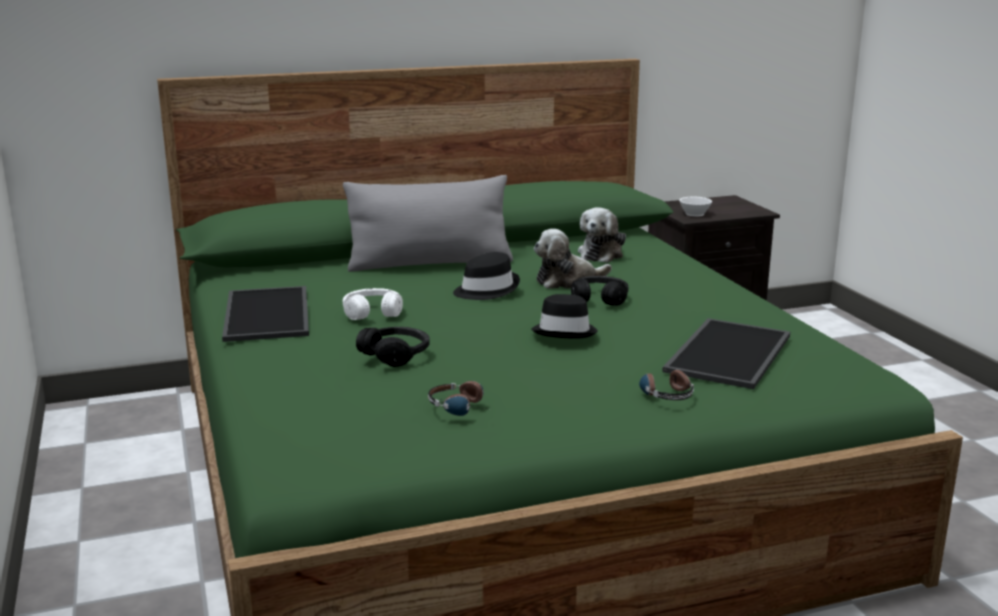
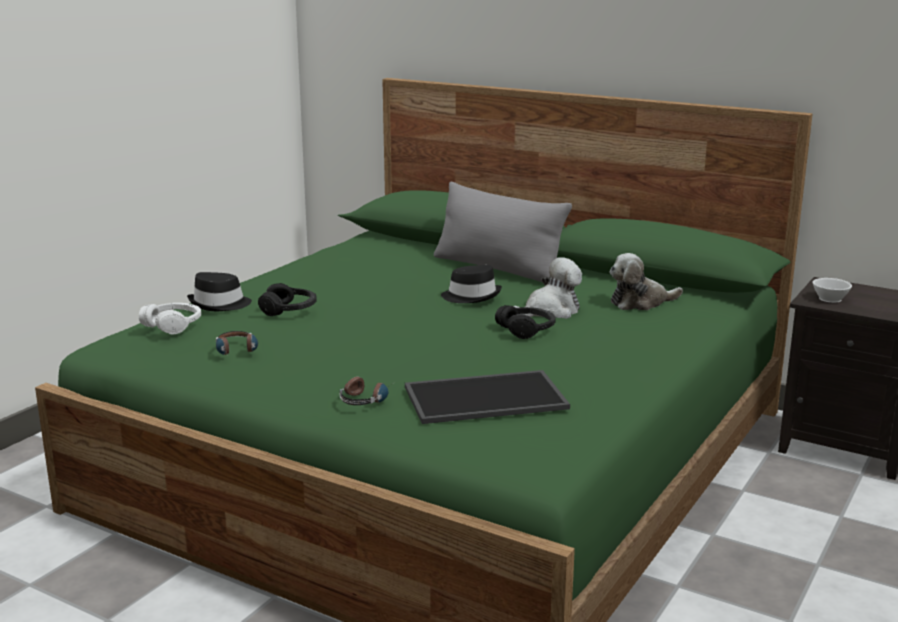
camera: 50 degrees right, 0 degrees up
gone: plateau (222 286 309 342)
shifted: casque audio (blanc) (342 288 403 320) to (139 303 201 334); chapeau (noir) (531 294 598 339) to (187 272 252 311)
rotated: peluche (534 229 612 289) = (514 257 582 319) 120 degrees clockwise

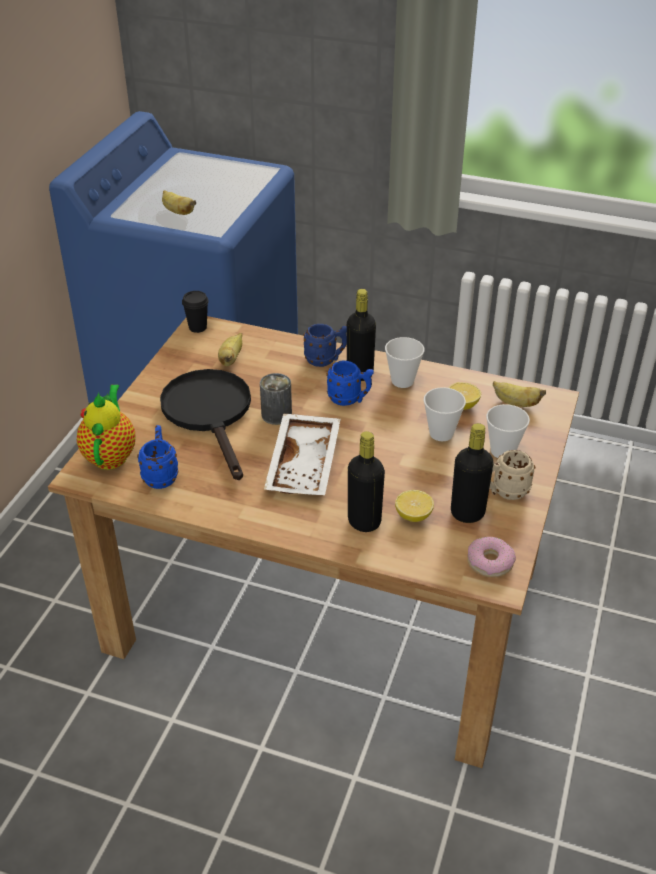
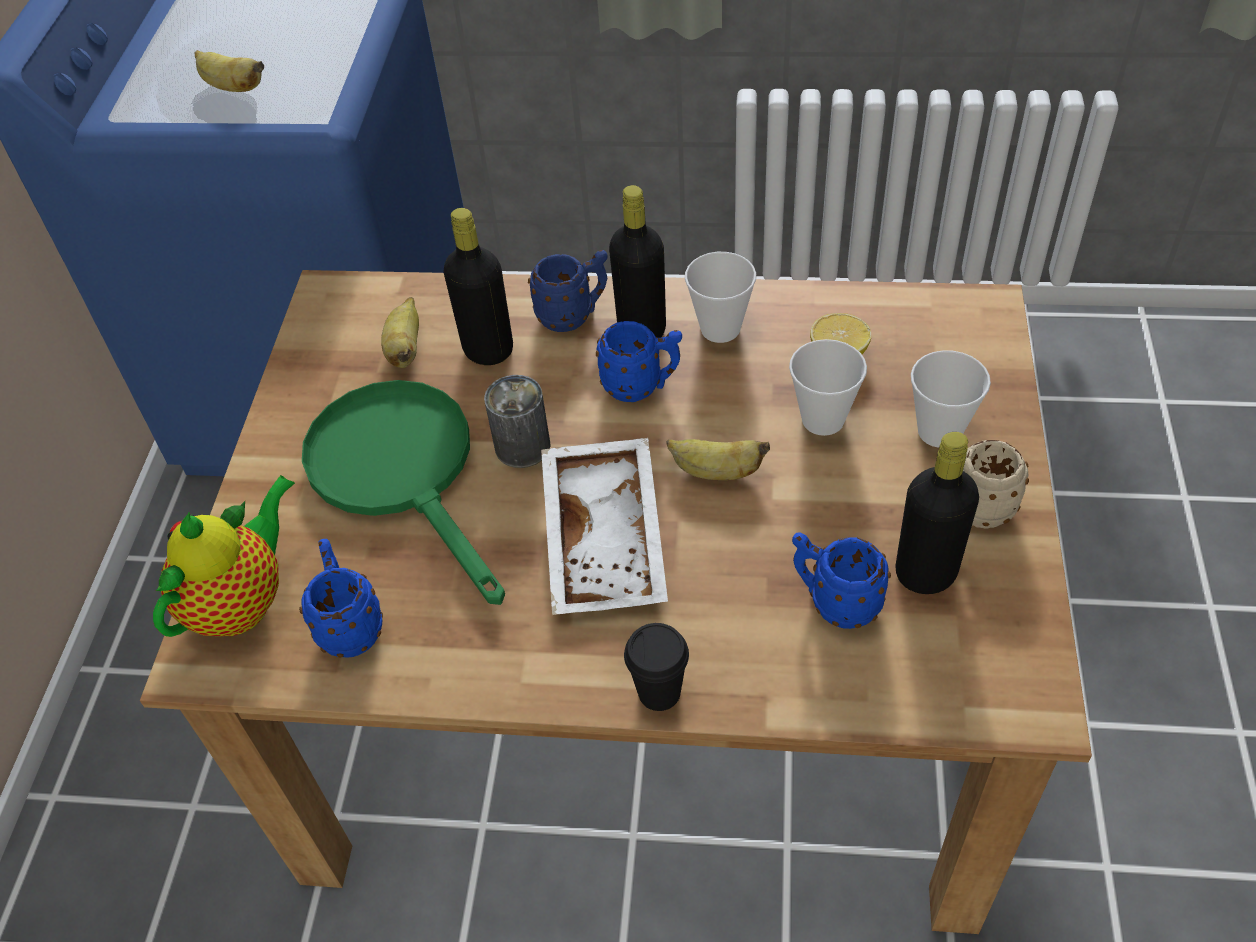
camera: 10 degrees left, 10 degrees up
gone: beignet (467 536 516 577)
shifted: tasse (noir) (182 291 209 333) to (624 623 689 711); banane (493 381 546 407) to (666 439 770 480); bouteille (noir) (348 431 385 532) to (443 208 513 365)
swapped: citron (395 490 434 522) to mug (bleu) (792 533 891 629)
repainted: poêle (noir) (160 369 251 480) to poêle (vert) (302 380 505 605)
rotated: théière (77 385 135 470) = (153 475 295 637) 45 degrees clockwise

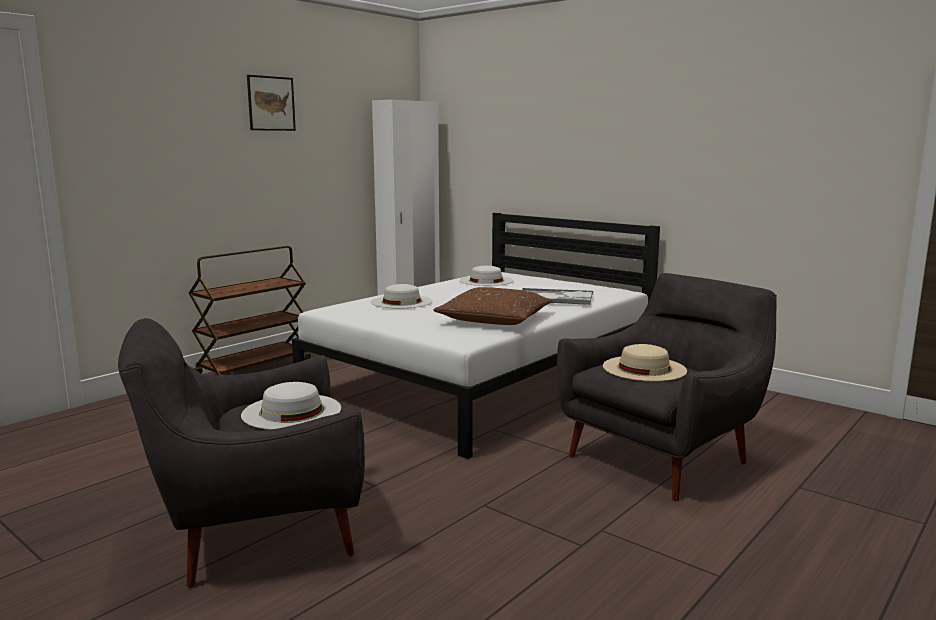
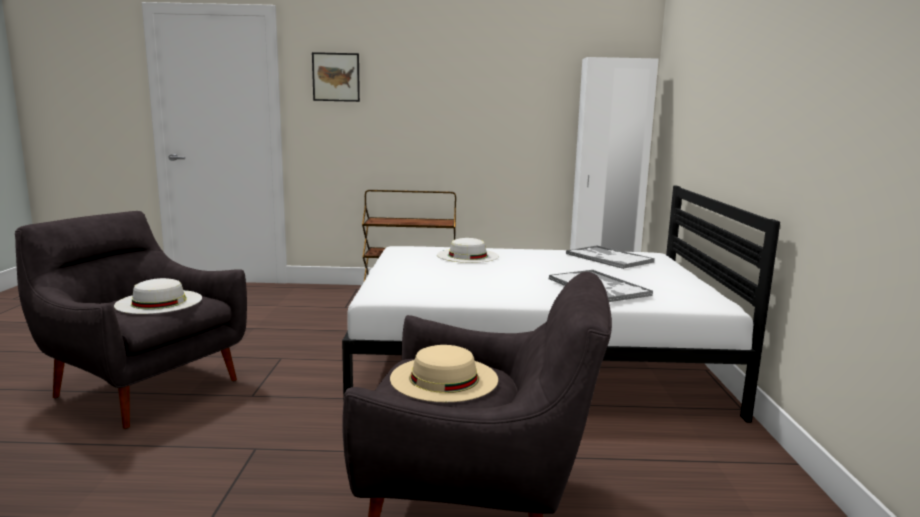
camera: 50 degrees right, 0 degrees up
gone: coussin (marron) (433 287 553 325)
shifted: tableau (247 75 296 131) to (312 52 360 102)
swapped: chapeau (blanc) (459 266 513 286) to plateau (566 245 655 269)

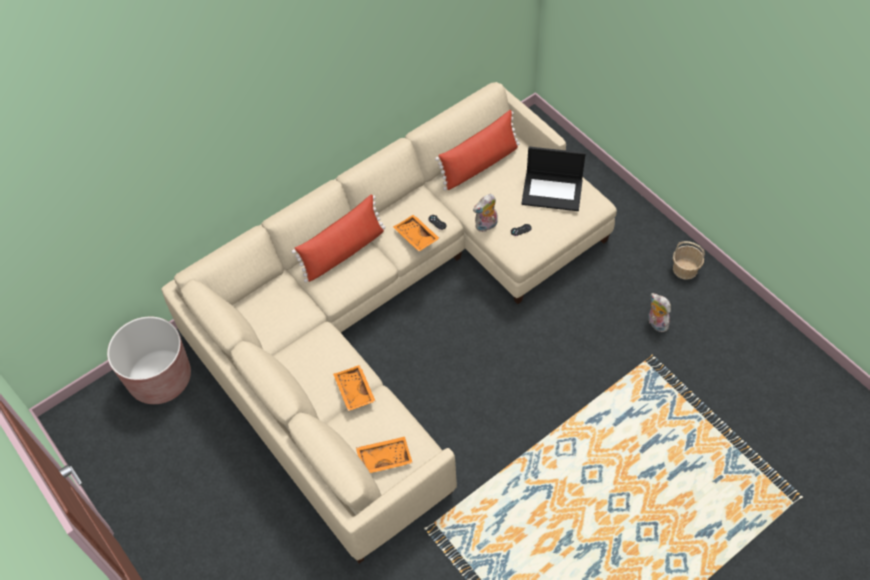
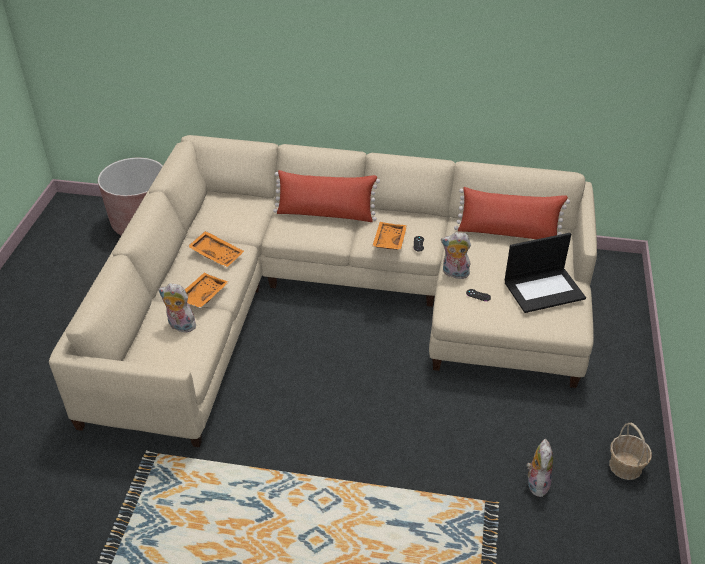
camera: 45 degrees right, 15 degrees down
new: peluche (159 283 196 333)
shifted: plateau (orange) (356 437 413 473) to (188 231 244 268)
rotated: ordinateur portable (521 147 586 211) = (505 233 586 313) 75 degrees counterclockwise

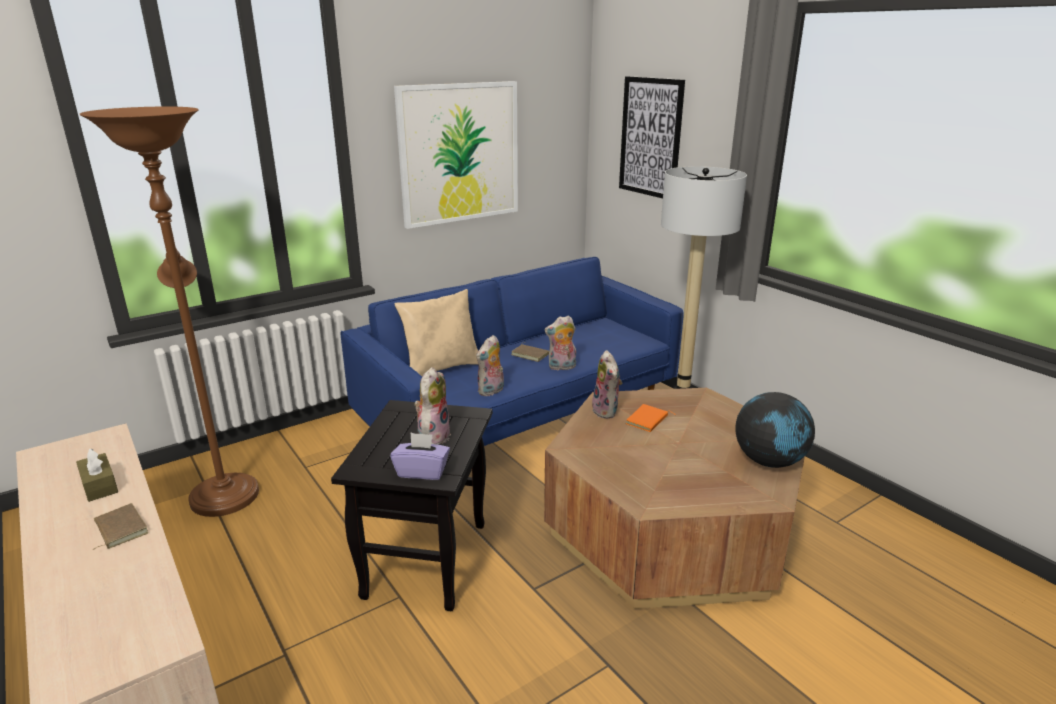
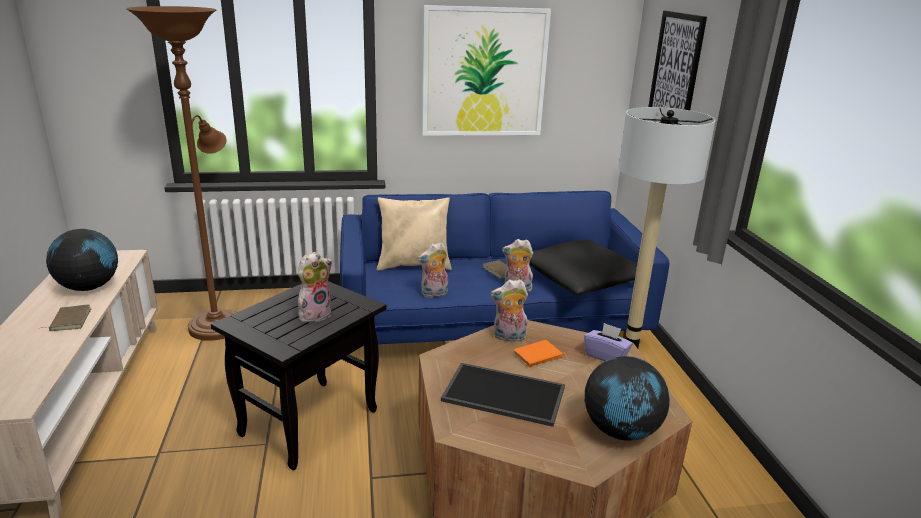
camera: 25 degrees right, 0 degrees up
new: coussin (noir) (529 239 637 295); plateau (441 363 565 427)
shifted: boîte à mouchoirs (violet) (390 433 450 480) to (584 323 633 361)
swapped: boîte à mouchoirs (marron) (76 449 118 502) to globe (46 229 118 291)
rotated: peluche (592 350 622 419) = (491 279 528 342) 75 degrees clockwise

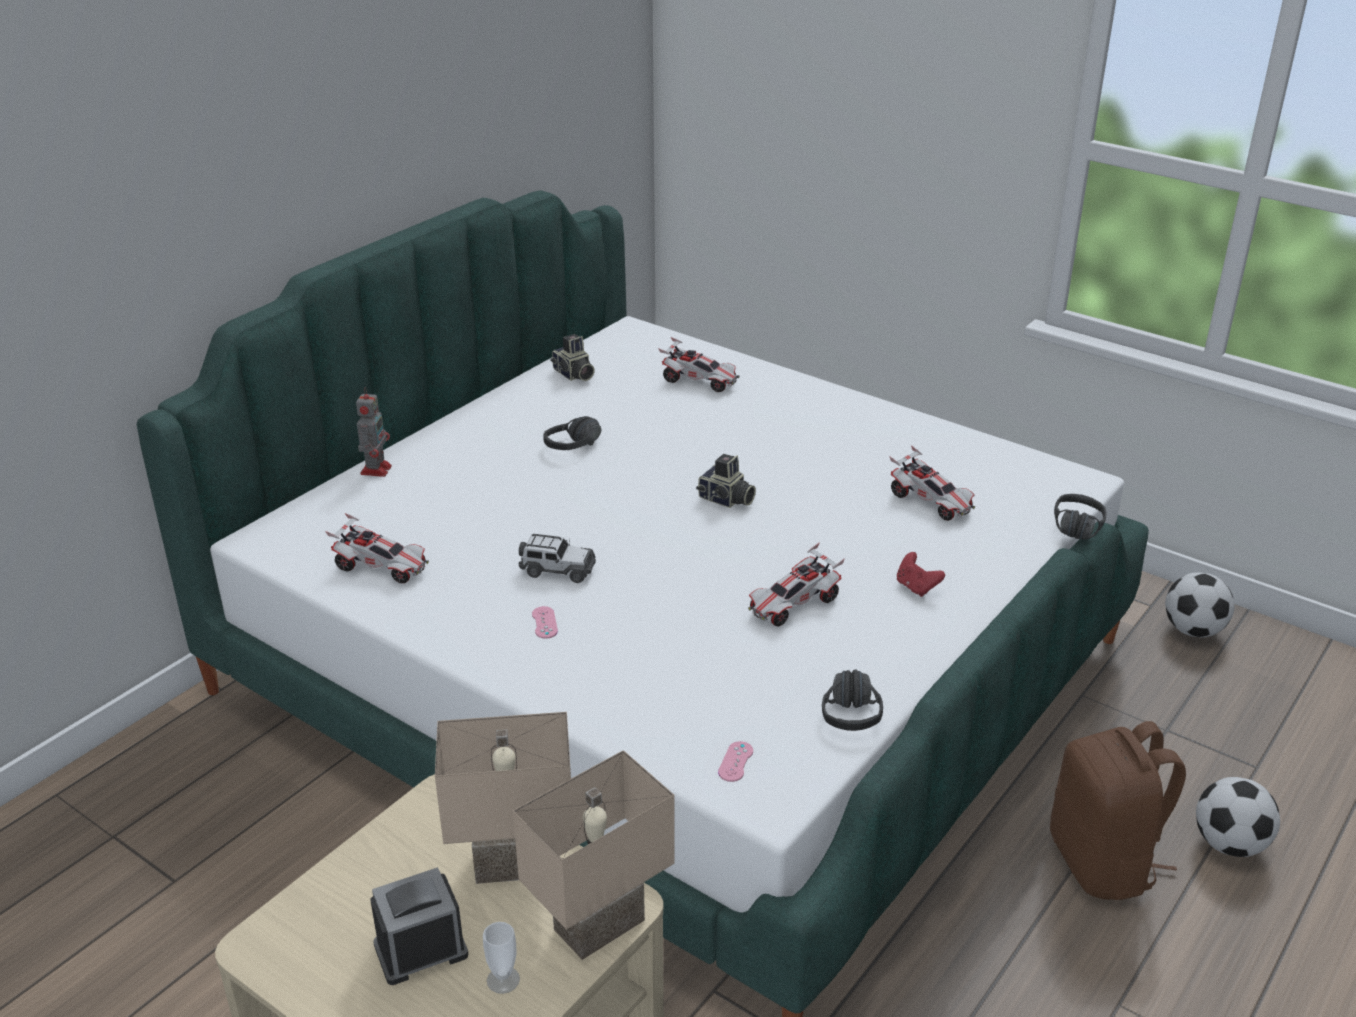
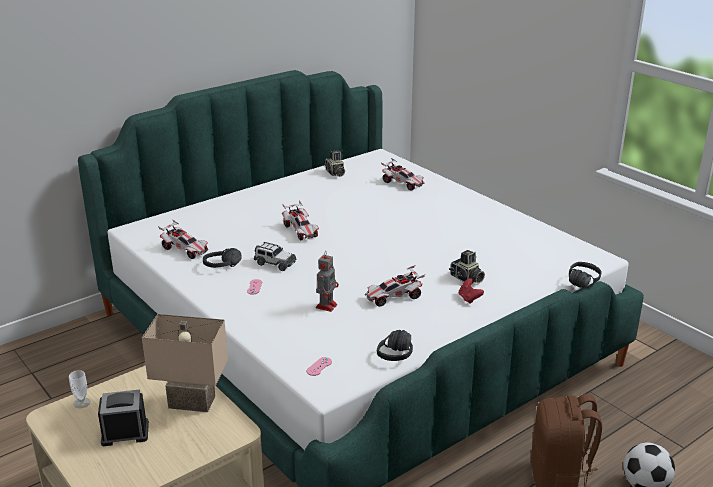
camera: 15 degrees right, 5 degrees down
gone: ballon de foot (1165 572 1234 637); lampe de table (beige) (513 750 675 960)
shifted: robot jouet (356 387 392 477) to (316 252 339 312); casque audio (noir) (543 416 601 450) to (203 248 241 268); petite voiture (889 445 975 521) to (282 200 319 241); appareil photo (696 454 756 508) to (449 250 485 283); tasse (483 922 520 994) to (69 370 91 408)

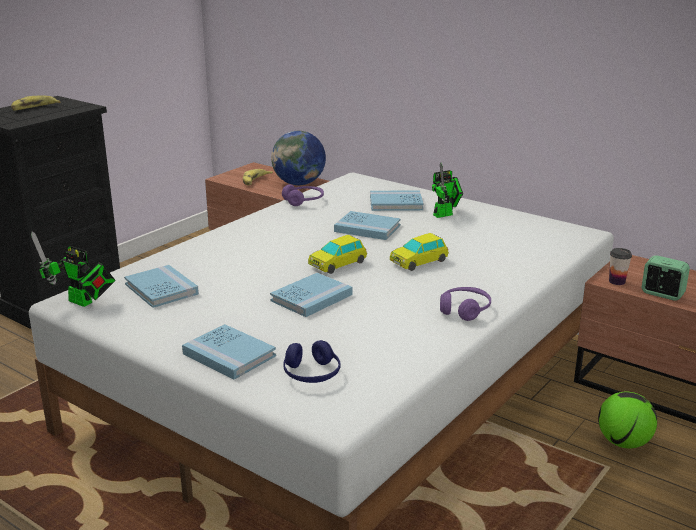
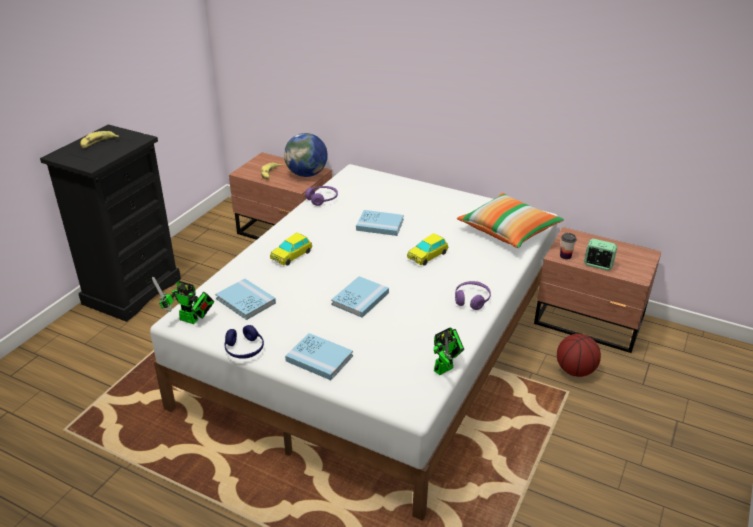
camera: 10 degrees left, 10 degrees up
gone: livre (bleu) (370 190 424 211)
new: coussin (457 193 564 248)
shifted: robot jouet (432 163 463 218) to (434 327 464 376); petite voiture (308 235 367 274) to (270 233 312 266); casque audio (bleu) (283 340 341 383) to (225 325 264 359)
swapped: ballon de foot (598 392 657 449) to ballon de basket (557 334 601 377)

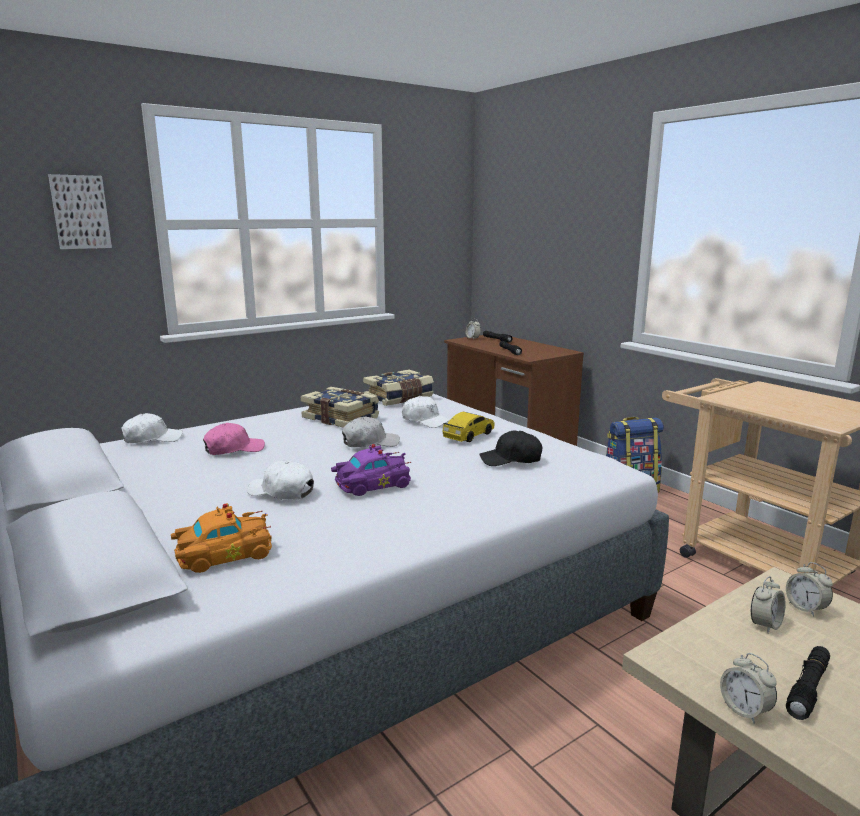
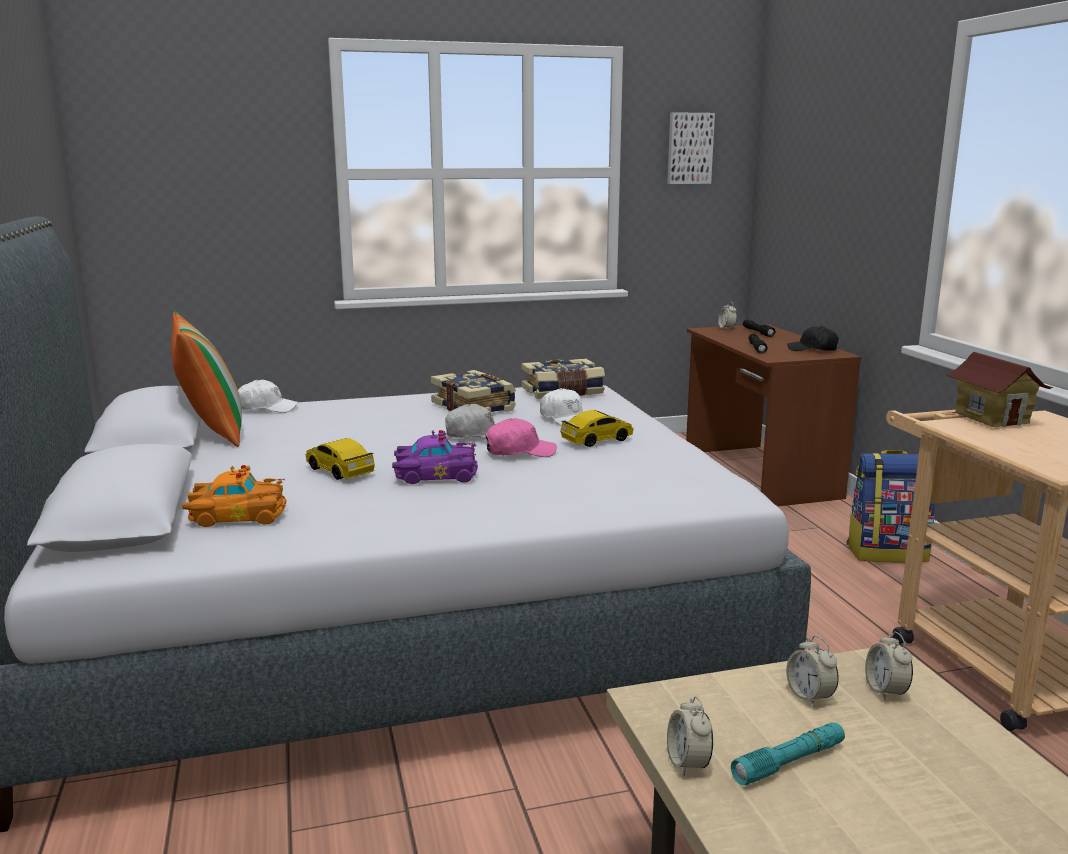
camera: 20 degrees right, 0 degrees up
new: coussin (171 312 242 447); maison miniature (946 352 1054 427)
shifted: tableau (48 174 112 249) to (667 112 715 184); casquette (rose) (203 423 265 455) to (485 418 557 457); casquette (noir) (479 430 542 466) to (787 326 839 351)
swapped: casquette (blanc) (247 460 314 499) to petite voiture (305 438 375 480)
repainted: lampe de poche (noir) (786 646 830 720) to lampe de poche (turquoise) (731 722 845 785)
rotated: réveil (751 576 785 634) = (786 635 839 707) 90 degrees clockwise

